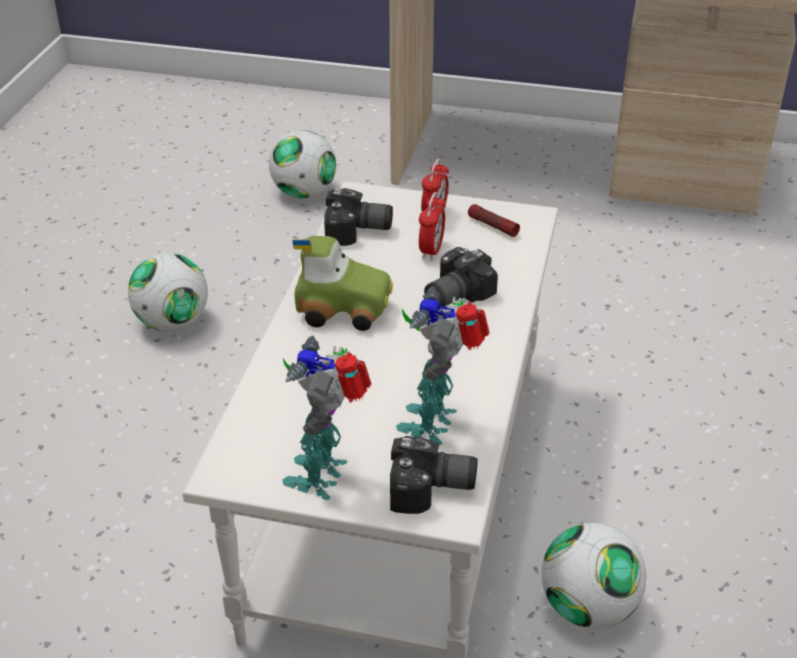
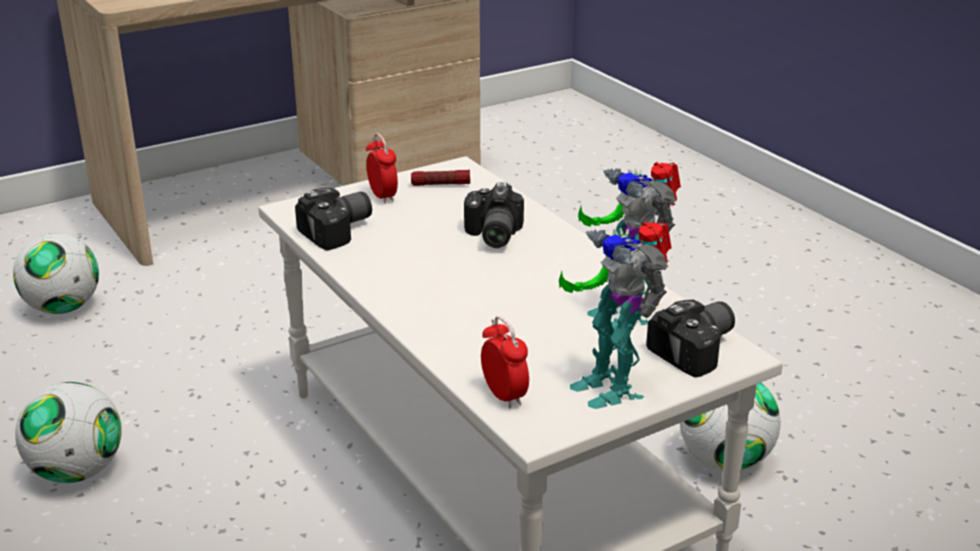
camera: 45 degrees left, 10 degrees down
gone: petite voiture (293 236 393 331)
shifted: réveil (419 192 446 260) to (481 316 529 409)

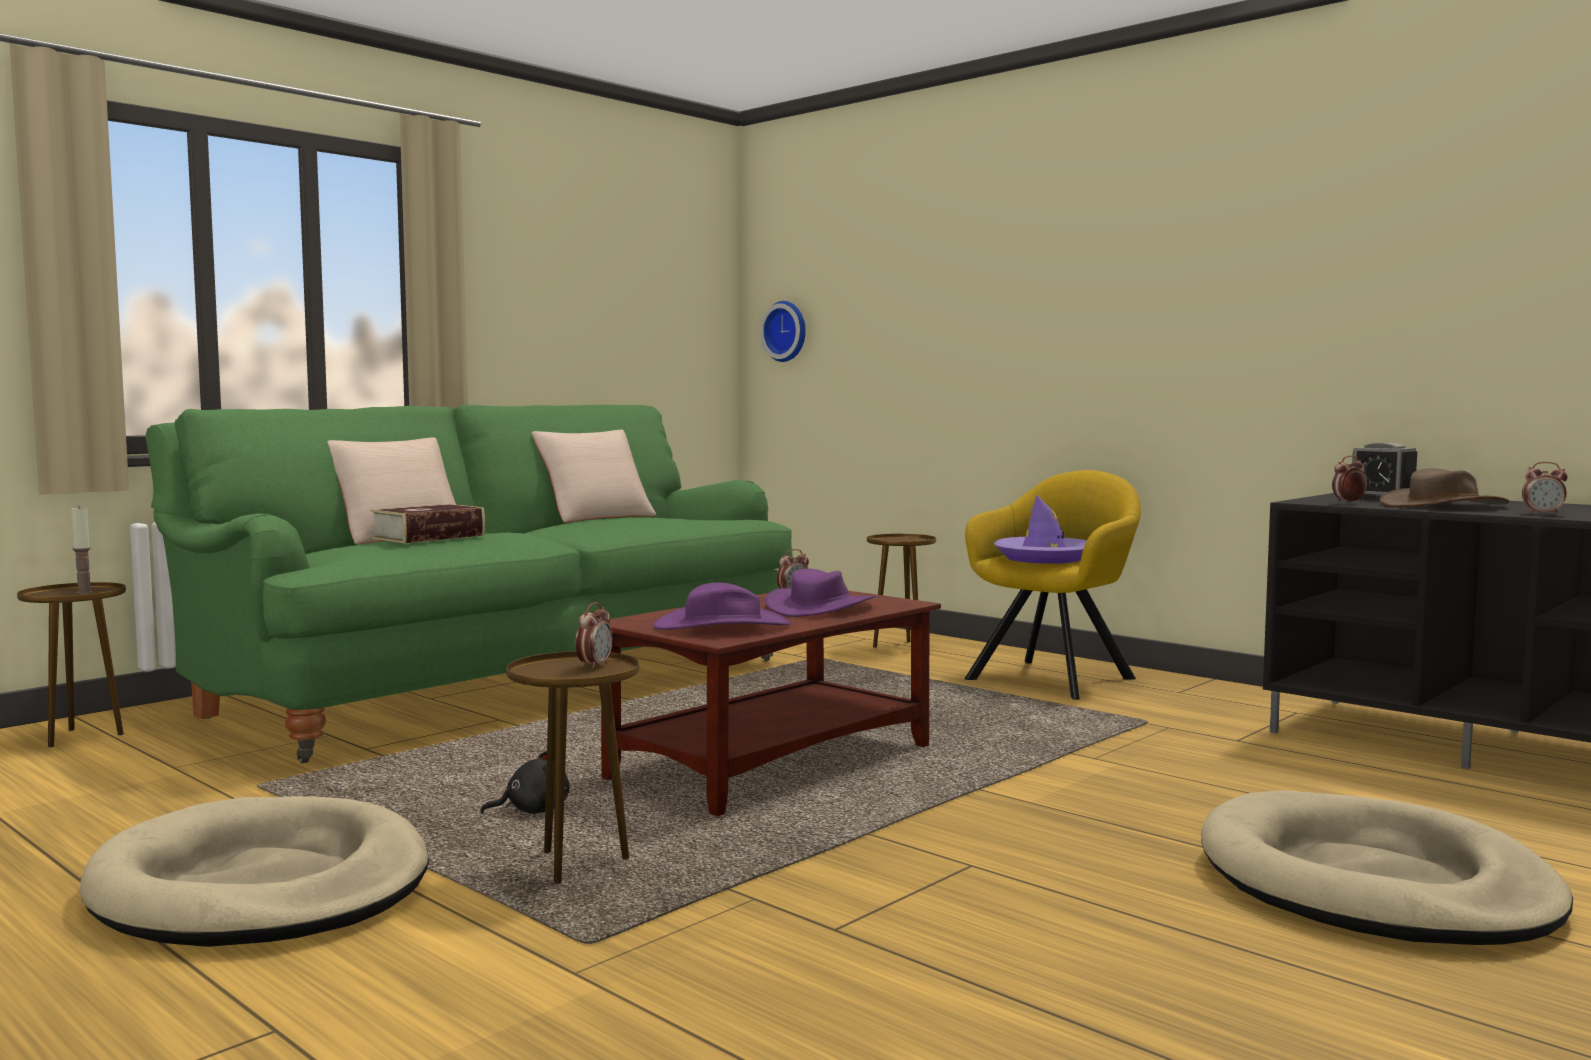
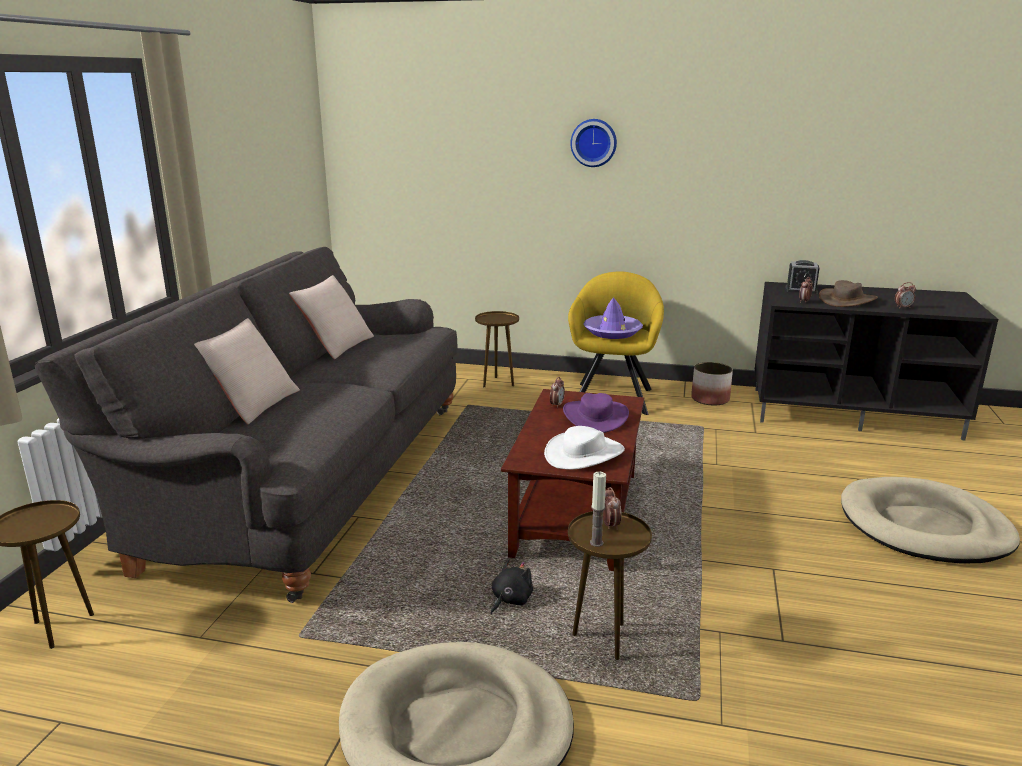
camera: 30 degrees left, 15 degrees up
gone: livre (371 504 485 543)
new: cache-pot (691 362 733 406)
shifted: horloge murale (760 301 806 362) to (570 119 617 167); bougie (71 506 93 594) to (590 472 606 547)
repainted: canapé (vert) (145 405 793 764) to canapé (gris) (35 247 458 603); chapeau (violet) (653 583 791 630) to chapeau (blanc) (544 426 625 470)

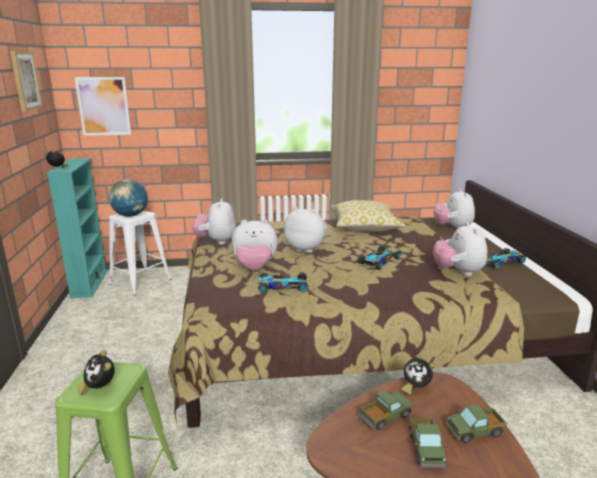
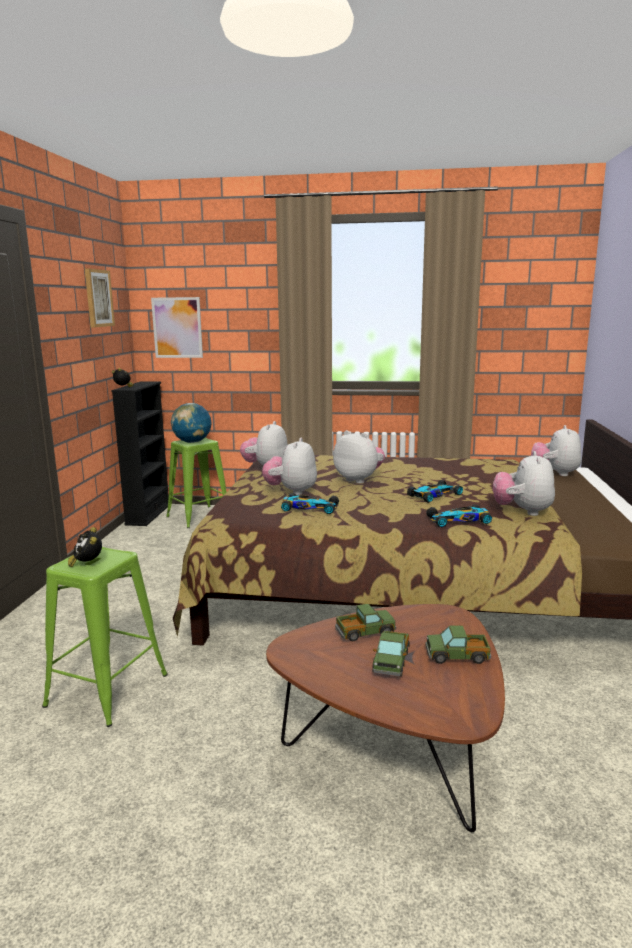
camera: 15 degrees right, 5 degrees down
gone: coussin (331 200 406 232); réveil (401 354 435 395)
shifted: petite voiture (486 248 526 269) to (426 504 492 528)
repainted: bibliothèque (turquoise) (47 158 108 298) to bibliothèque (noir) (111 381 169 526); tabouret (blanc) (108 210 172 296) to tabouret (vert) (166 438 226 528)
rotated: peluche (232 219 278 270) = (262 438 317 495) 90 degrees clockwise

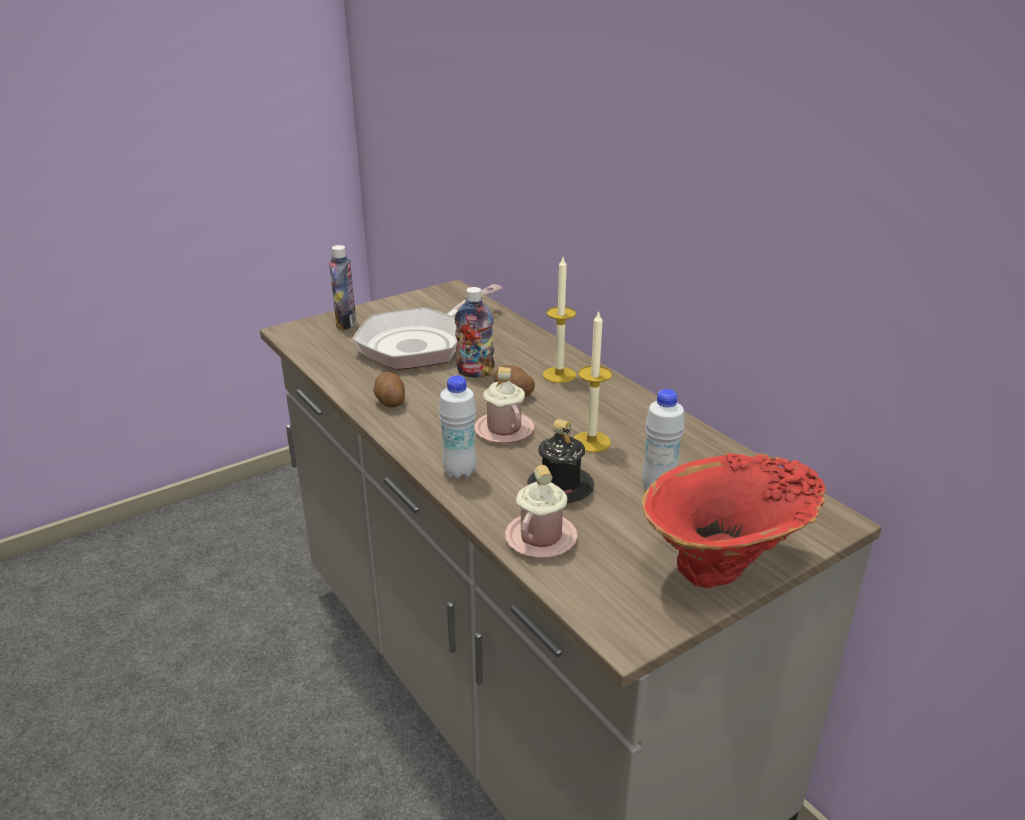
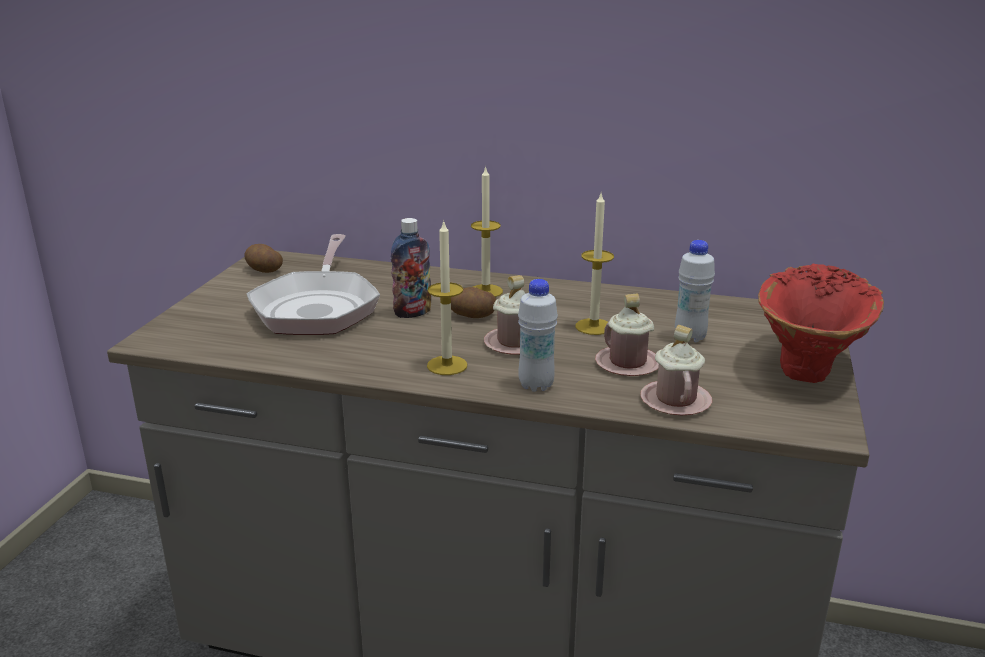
camera: 40 degrees left, 5 degrees down
gone: bouteille (329 245 356 330)
new: bougie (427 220 467 375)
shifted: pomme de terre (373 372 405 408) to (245 244 283 273)
repainted: mug (noir) (527 419 594 503) to mug (rose) (595 294 659 376)

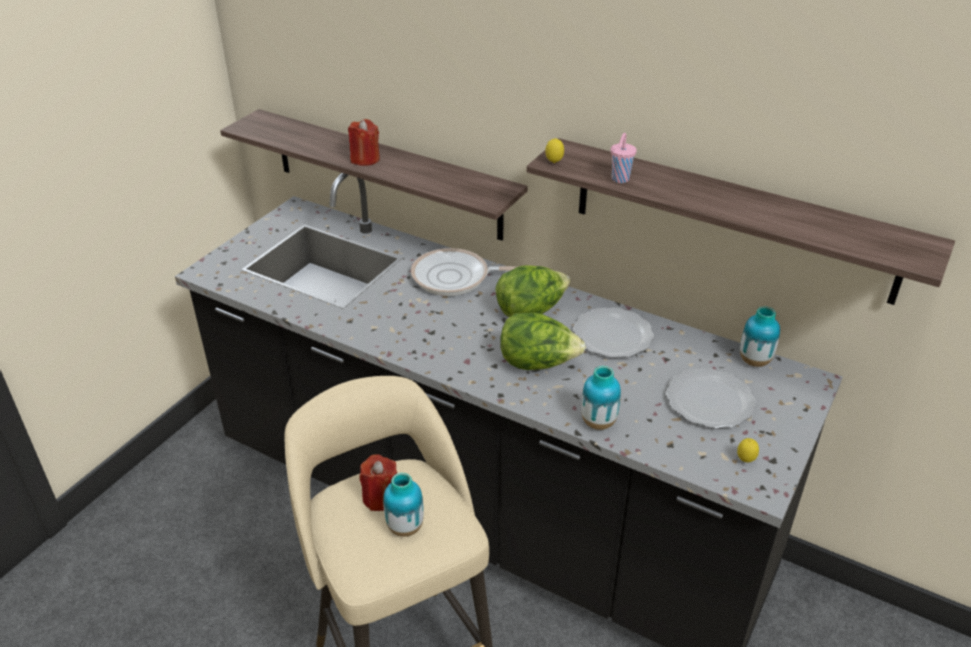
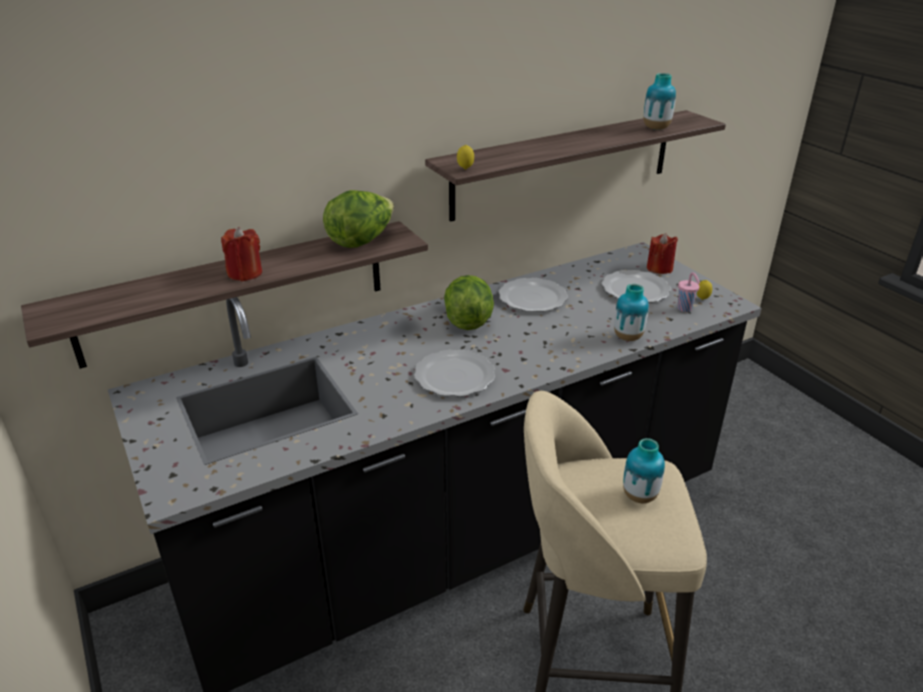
camera: 60 degrees left, 5 degrees down
gone: poêle (411 248 519 296)
new: assiette (414 350 495 397)
shifted: tasse (rose) (611 133 637 183) to (677 272 700 312); vase (740 306 780 367) to (644 73 676 130); laitue (500 313 586 370) to (323 190 394 248); bougie (rouge) (359 454 397 511) to (647 233 678 274)

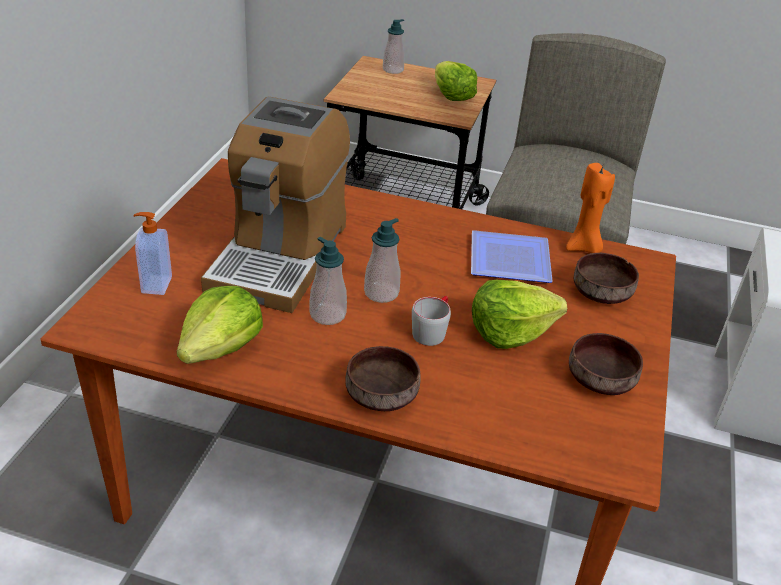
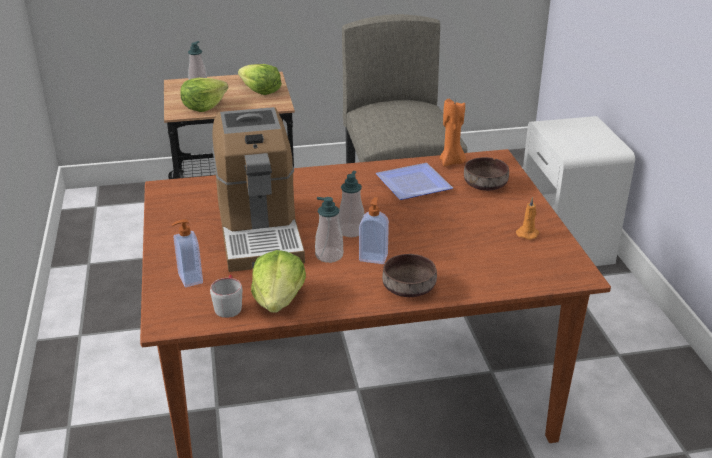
camera: 25 degrees left, 5 degrees down
new: distributeur de savon (359 197 389 264)
shifted: laitue (472 280 567 349) to (180 78 228 112); mug (gris) (412 296 451 346) to (210 275 242 318)
swapped: bol (marron) (569 333 643 395) to bougie (orange) (516 197 539 240)

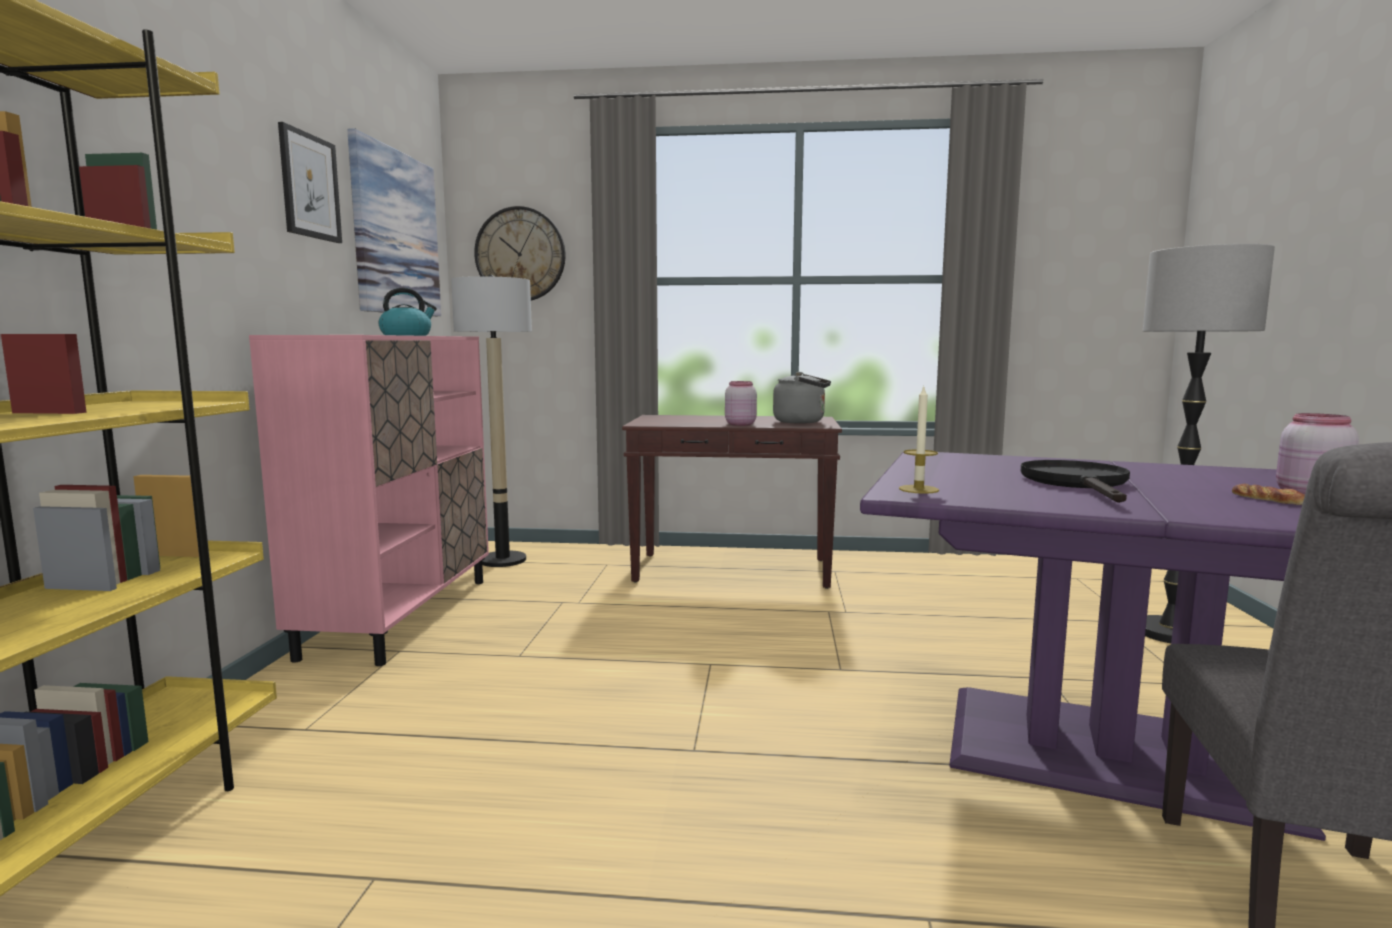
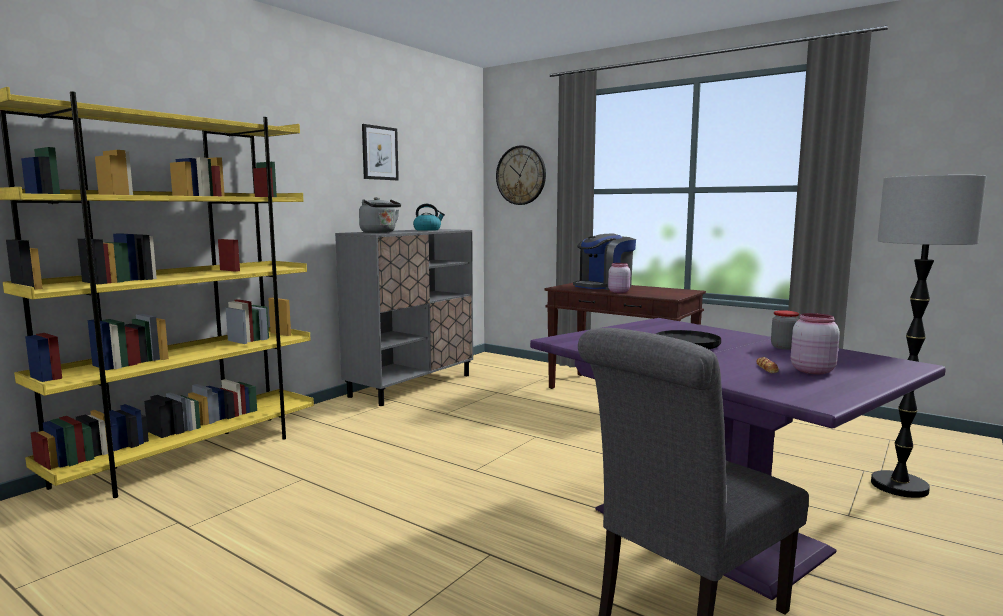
camera: 30 degrees right, 0 degrees up
gone: tableau (347 128 441 316); lampadaire (451 274 532 567); bougie (899 387 939 494)
new: machine à café (573 234 636 290); bocal (771 310 799 349)
shifted: bouilloire (gris) (773 372 831 424) to (359 197 401 233)
repainted: meuble de rangement (rose) (249 335 489 666) to meuble de rangement (gris) (335 229 473 406)

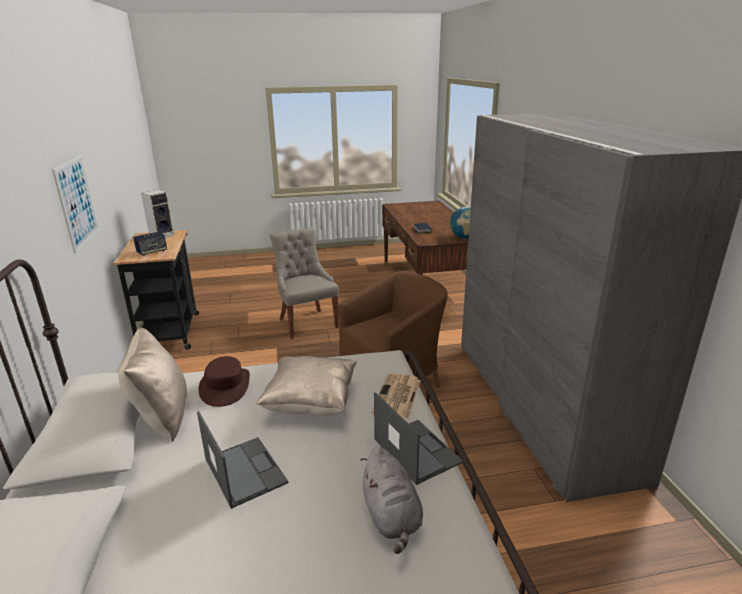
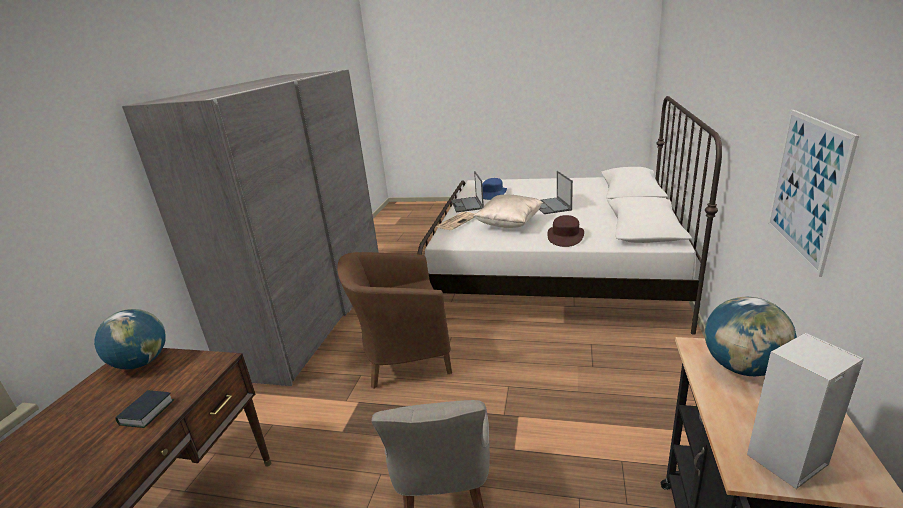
camera: 155 degrees left, 0 degrees up
gone: coussin (beige) (118 327 187 441)
swapped: enceinte (133 232 167 256) to globe (705 297 797 376); peluche (gris) (360 447 423 554) to chapeau (bleu) (482 178 507 200)

